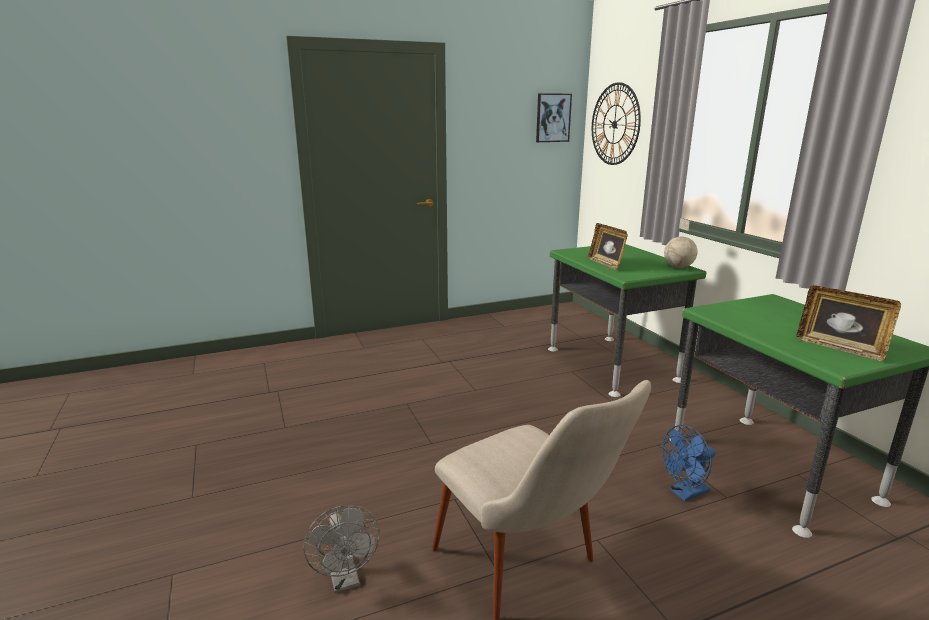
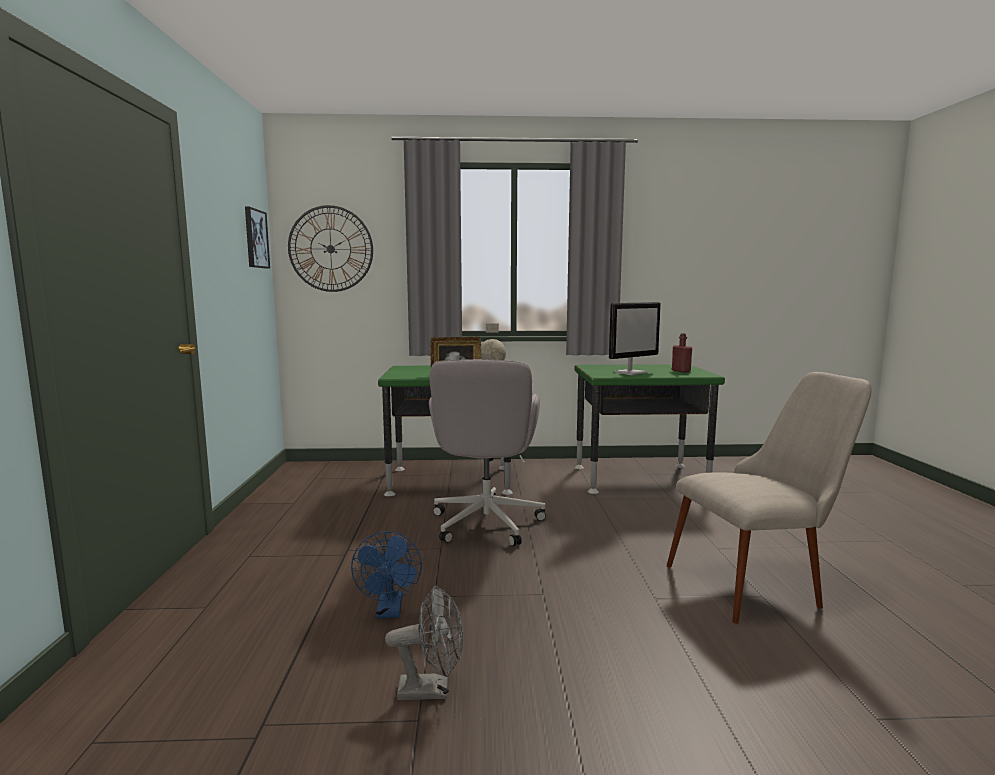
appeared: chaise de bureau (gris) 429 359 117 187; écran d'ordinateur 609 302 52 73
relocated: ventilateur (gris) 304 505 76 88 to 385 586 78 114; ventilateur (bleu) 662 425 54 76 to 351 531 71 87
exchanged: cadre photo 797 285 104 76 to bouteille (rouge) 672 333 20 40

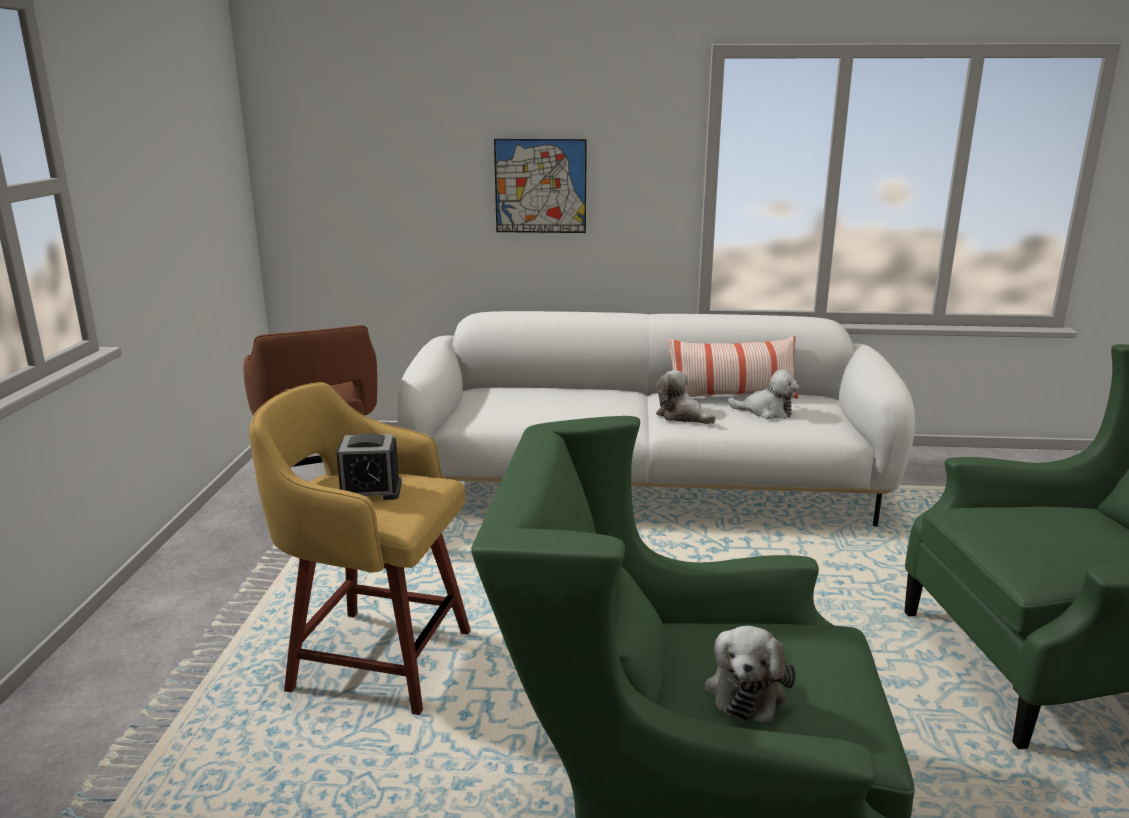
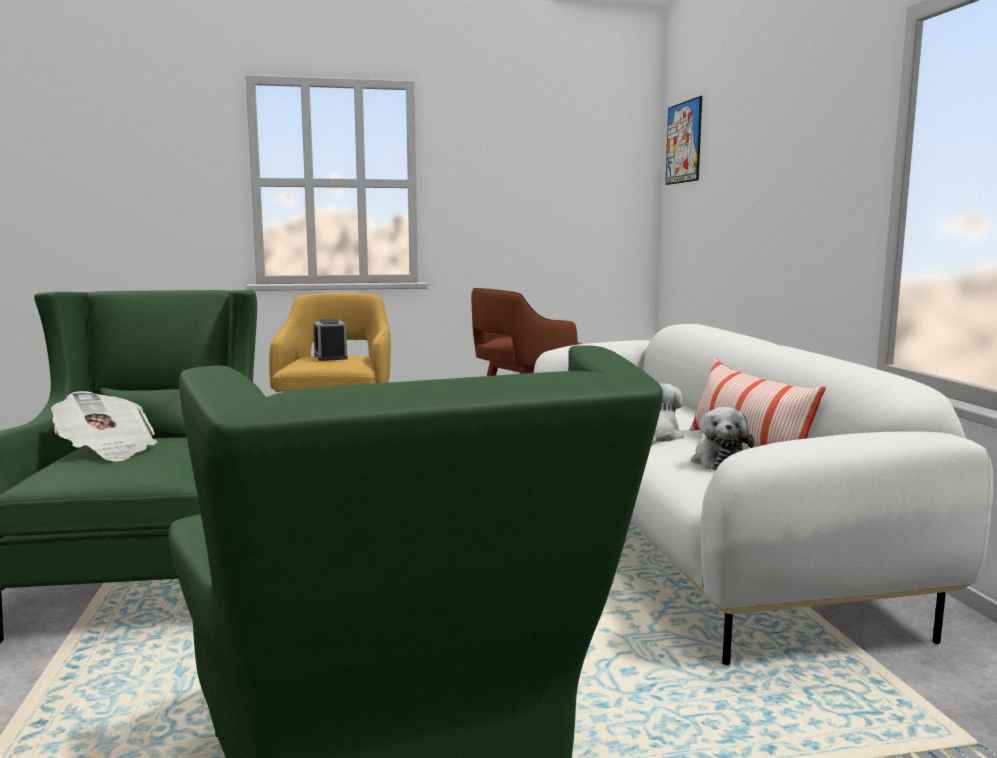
relocated: tableau 494 139 93 94 to 665 96 37 89
exchanged: peluche 705 626 91 97 to journal 51 391 106 71

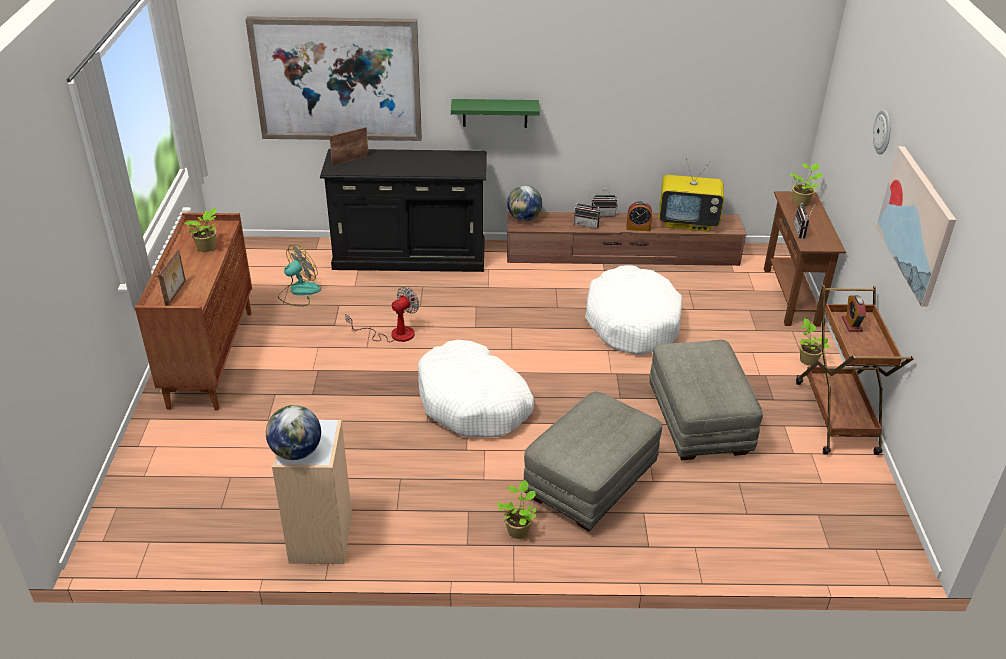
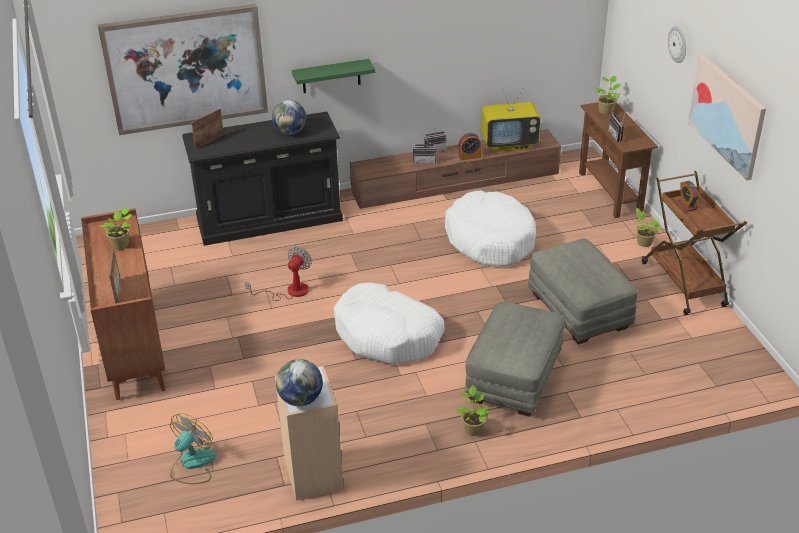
relocated: ventilateur 278 244 43 62 to 170 413 46 71; globe 507 185 35 36 to 272 100 34 35

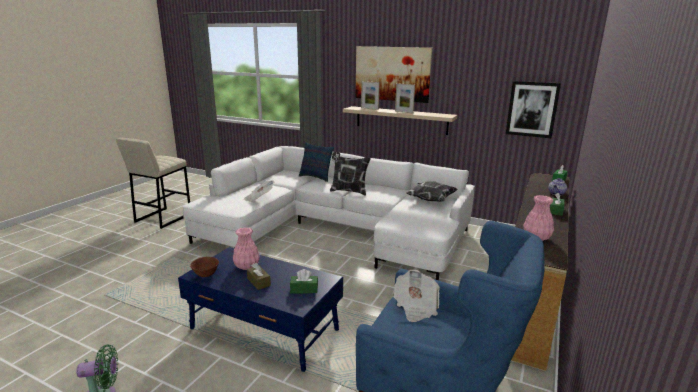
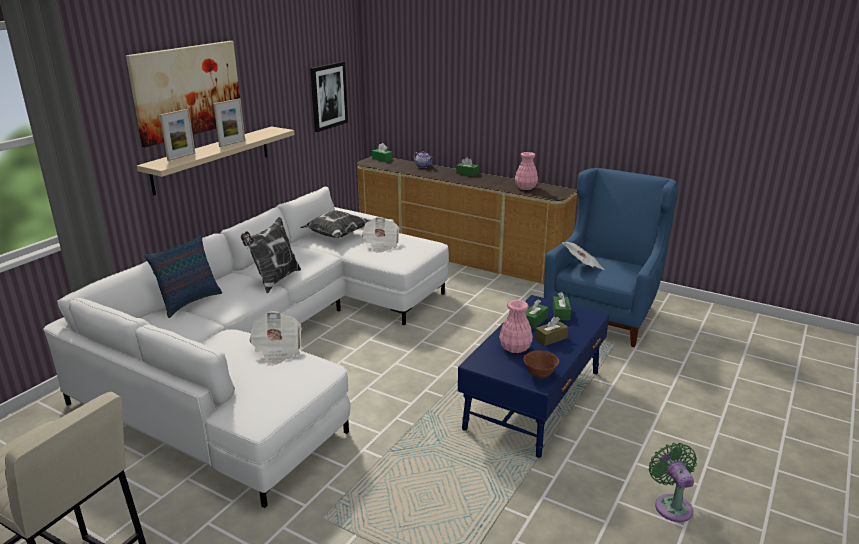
appeared: journal 362 217 38 36; boîte à mouchoirs (vert) 525 300 24 29

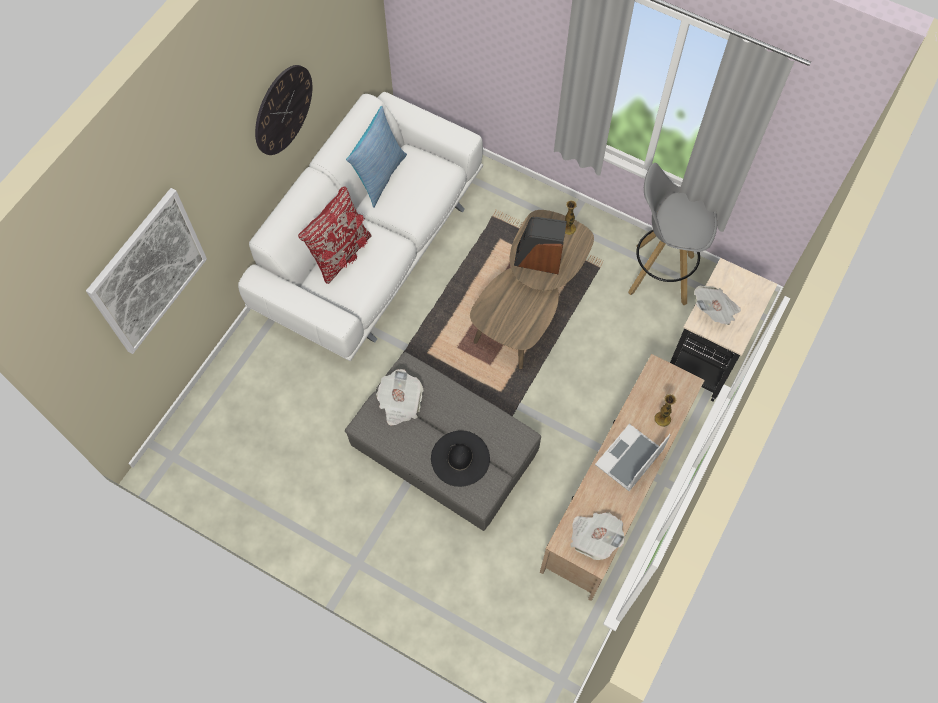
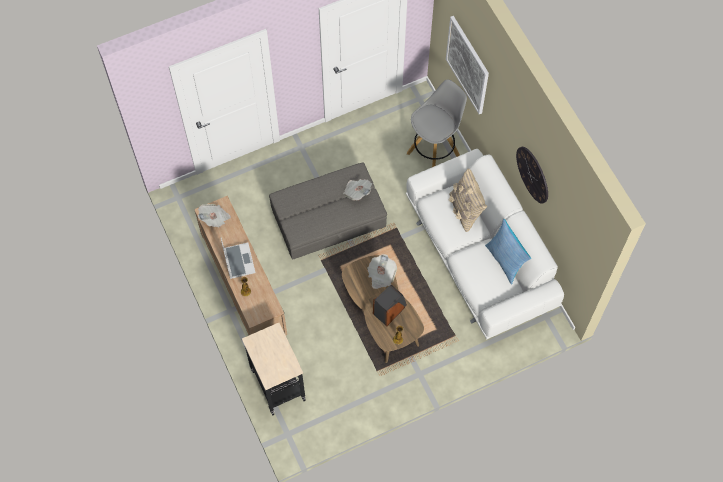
missing: chapeau (noir) 431 430 59 57
relocated: tabouret (gris) 628 163 89 142 to 407 79 60 88; journal 694 286 47 39 to 367 254 30 35
colour: coussin (rouge) 298 186 74 98 to coussin (beige) 448 168 39 64

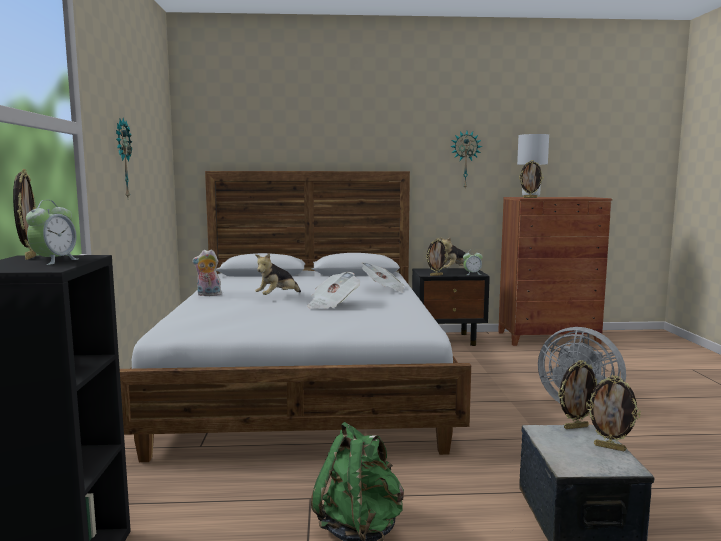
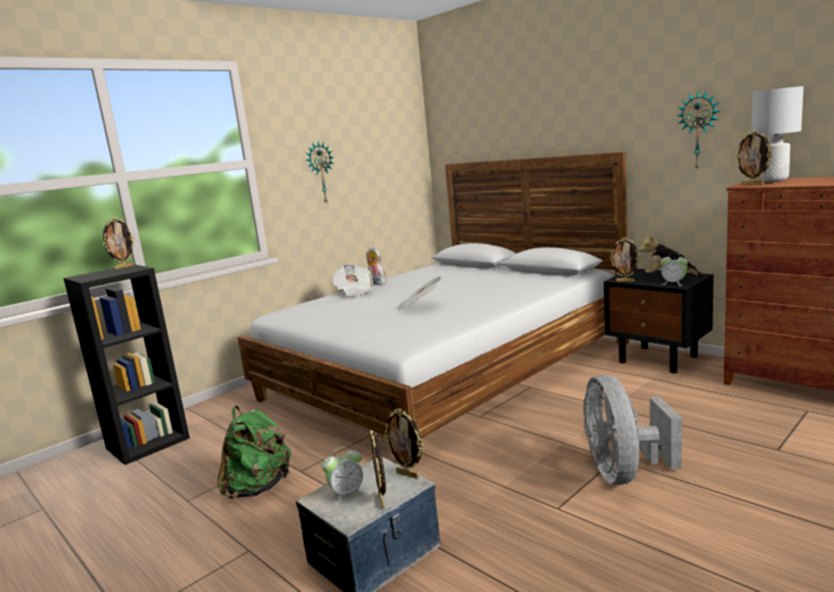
missing: peluche 255 253 46 42
relocated: réveil 26 200 52 65 to 322 447 44 58; journal 362 262 42 30 to 332 264 41 33

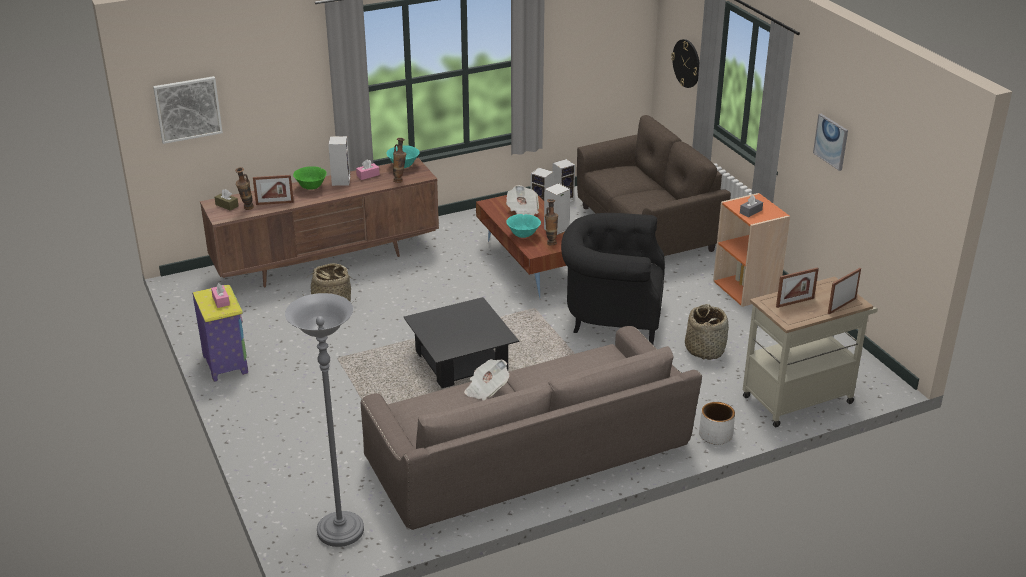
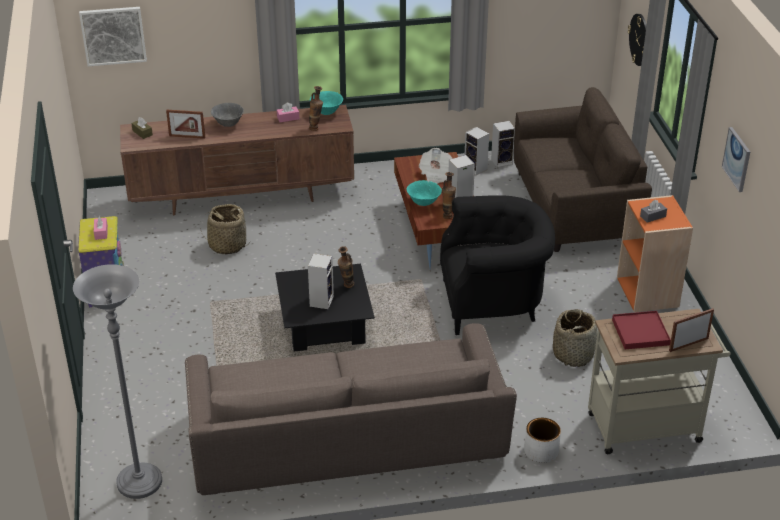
missing: journal 464 359 45 42
relocated: vase 235 167 19 43 to 338 246 16 42; enceinte 328 136 22 50 to 308 253 26 56
exchanged: cadre photo 776 267 43 41 to plateau (rouge) 612 311 59 38
colour: bol (vert) 293 166 34 24 to bol (gris) 211 103 33 24
spun: fauteuil (noir) 561 213 104 131 = 440 195 115 140 150 degrees clockwise

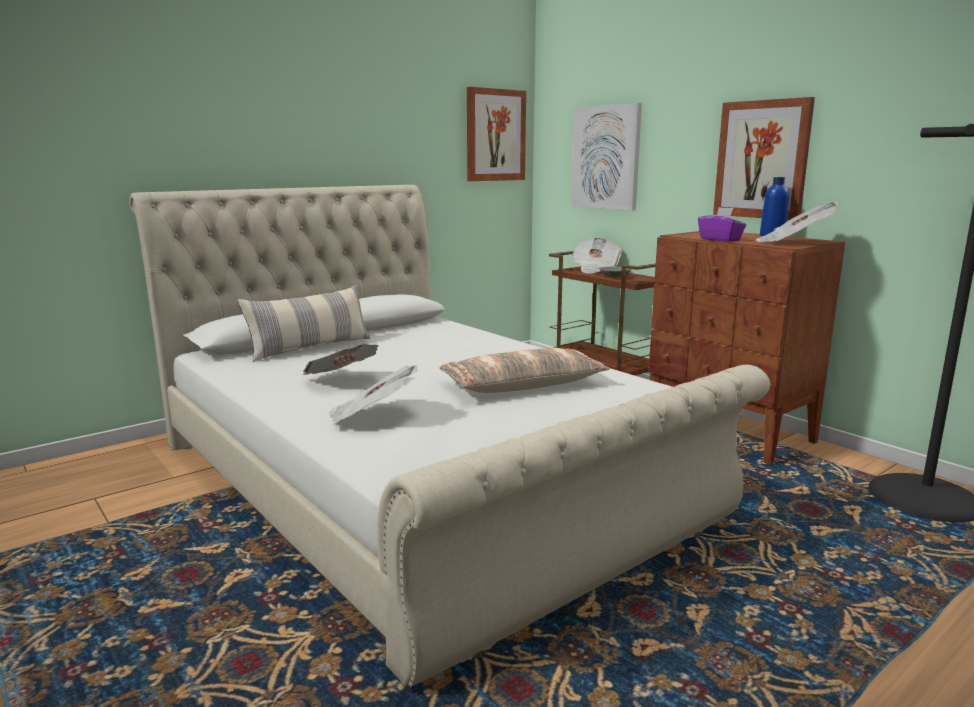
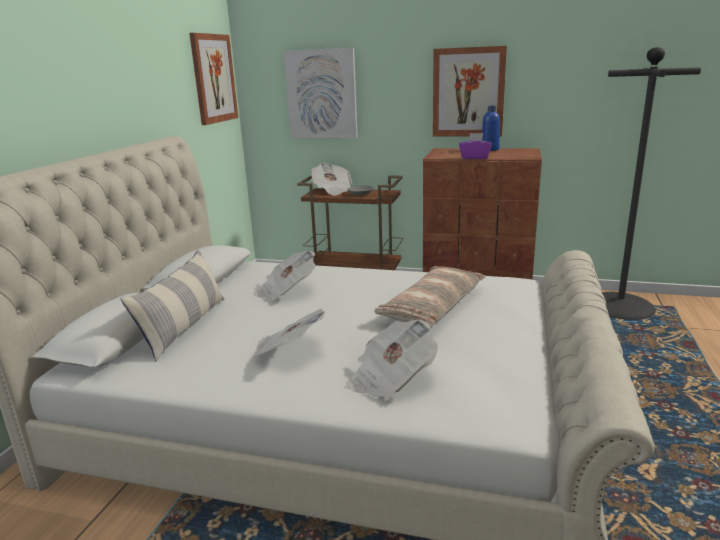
relocated: journal 756 202 84 40 to 254 251 61 49

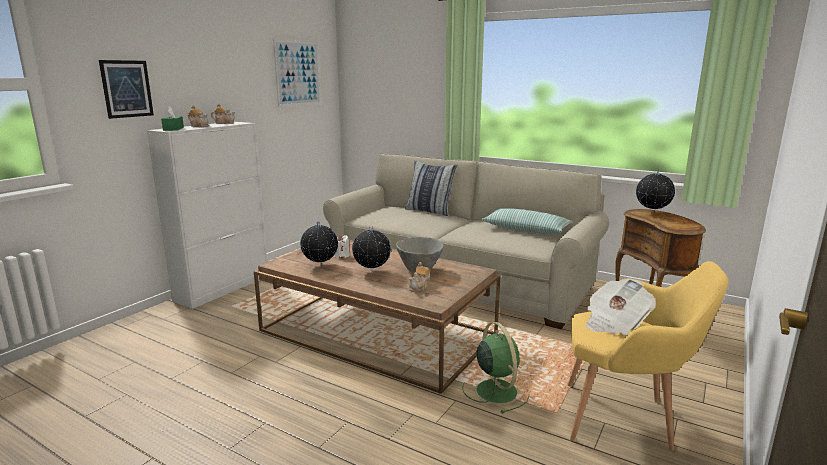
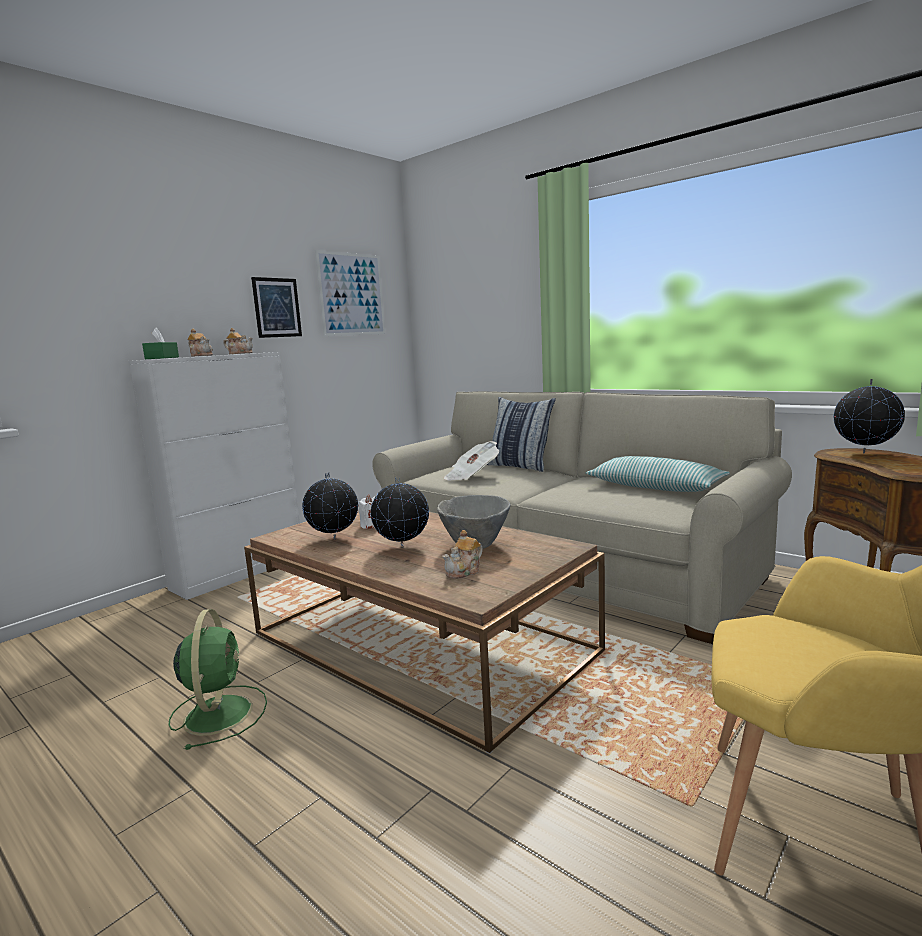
relocated: tableau 99 60 55 59 to 251 277 51 61; ventilateur (vert) 462 322 67 92 to 169 609 98 141; journal 586 279 70 56 to 444 441 55 39

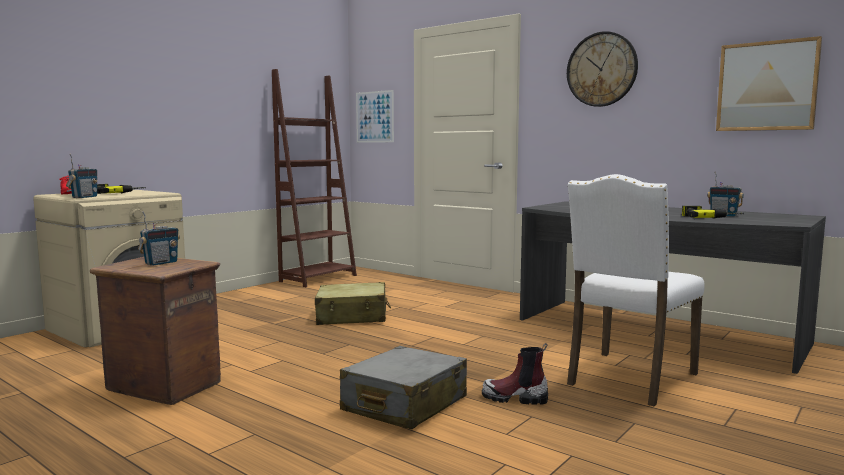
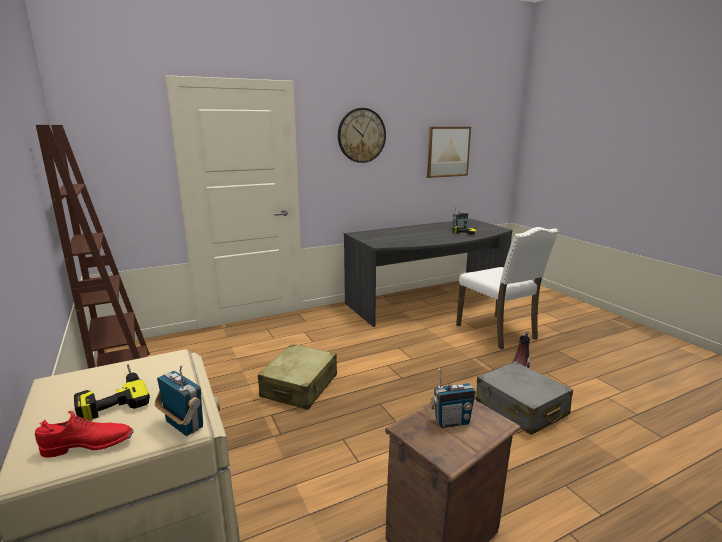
missing: tableau 356 90 38 53
spun: radio 138 211 42 55 = 430 369 47 59 105 degrees clockwise

